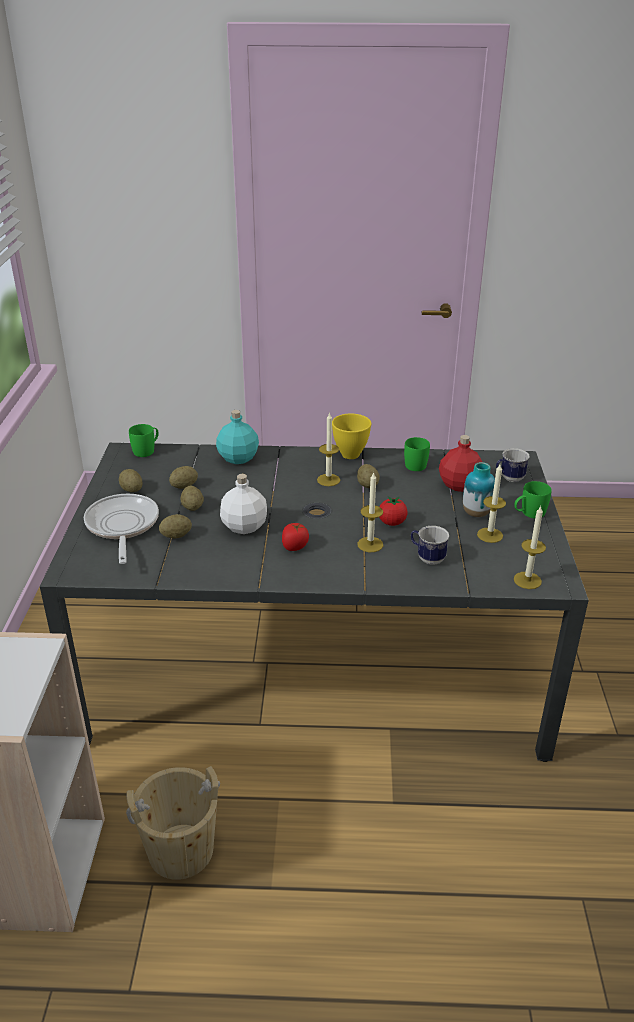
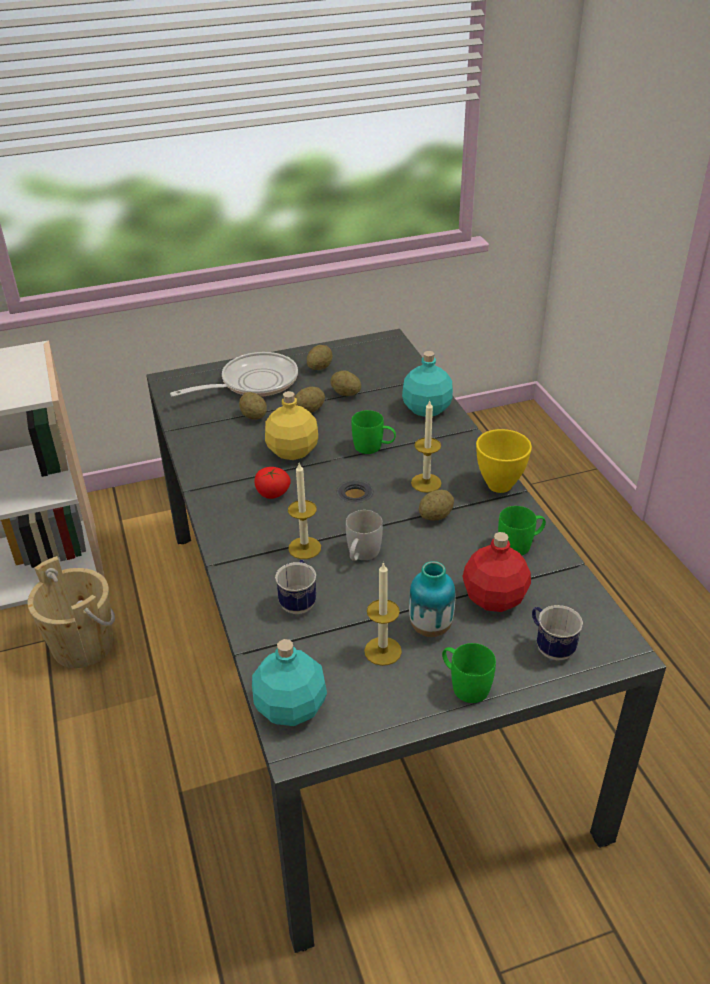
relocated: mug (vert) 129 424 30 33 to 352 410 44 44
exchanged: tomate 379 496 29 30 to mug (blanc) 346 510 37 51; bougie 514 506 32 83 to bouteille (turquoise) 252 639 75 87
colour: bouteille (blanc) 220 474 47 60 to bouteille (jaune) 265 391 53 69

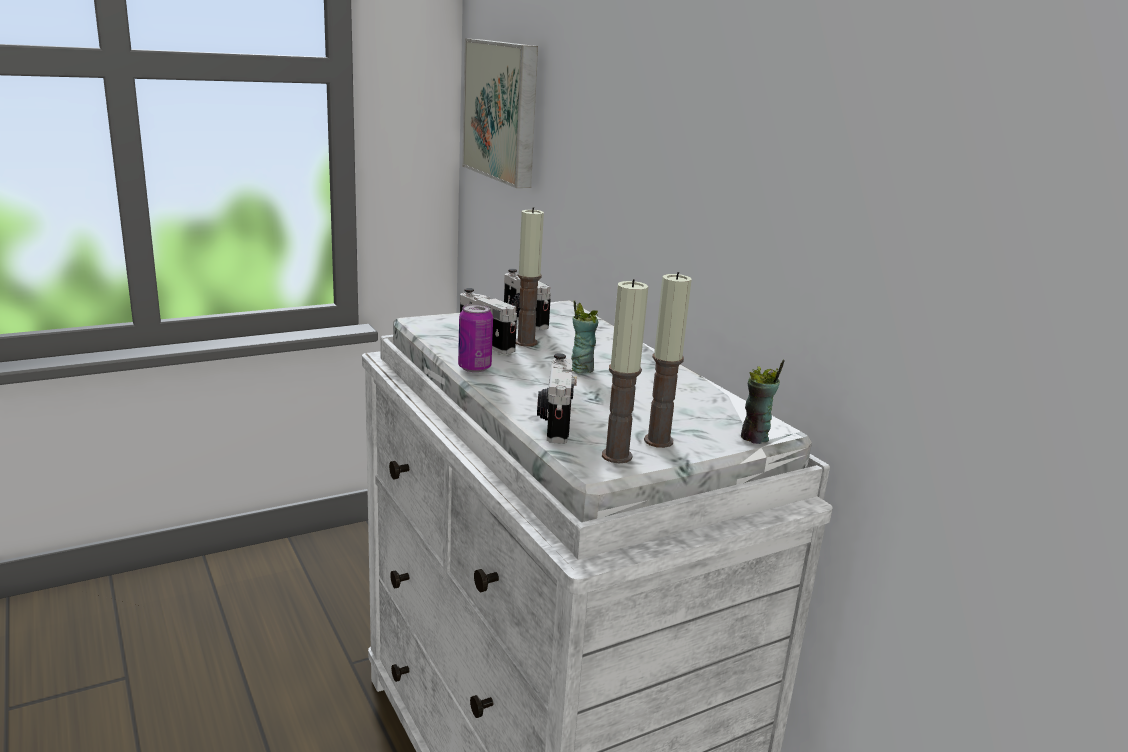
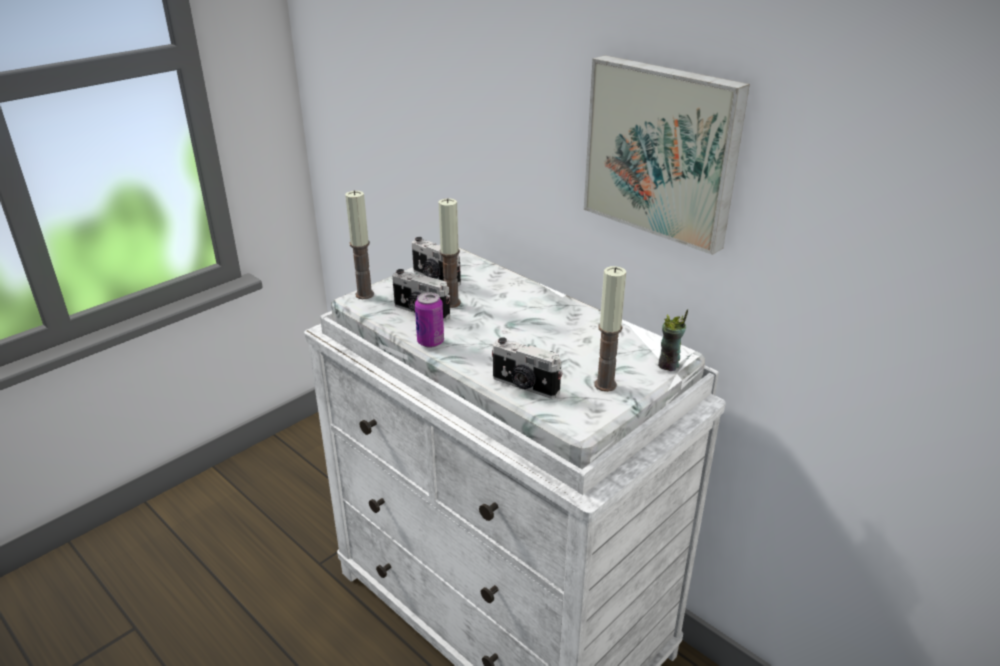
missing: tasse 571 300 27 73
relocated: tableau 462 39 76 149 to 584 55 166 200; bougie 602 279 47 184 to 345 190 29 109
spun: appareil photo 537 353 40 91 = 492 337 70 62 45 degrees counterclockwise

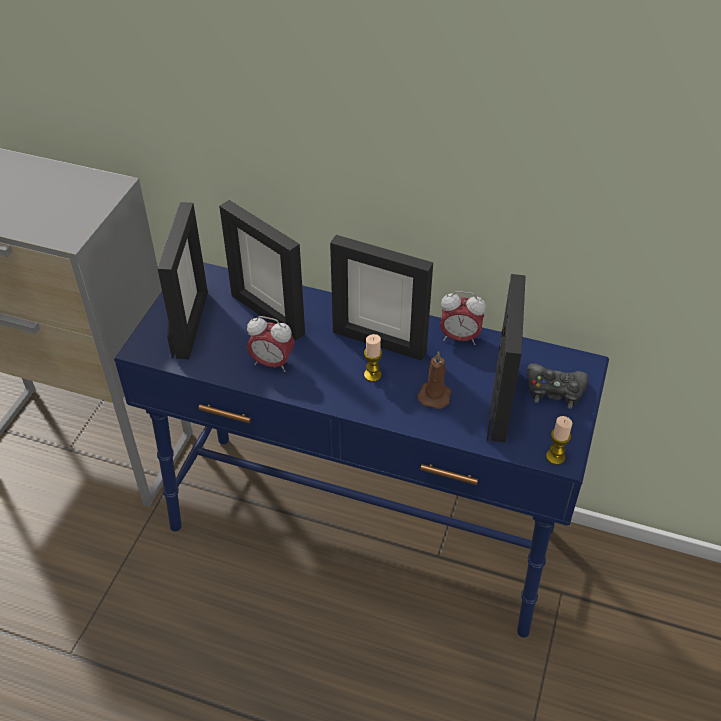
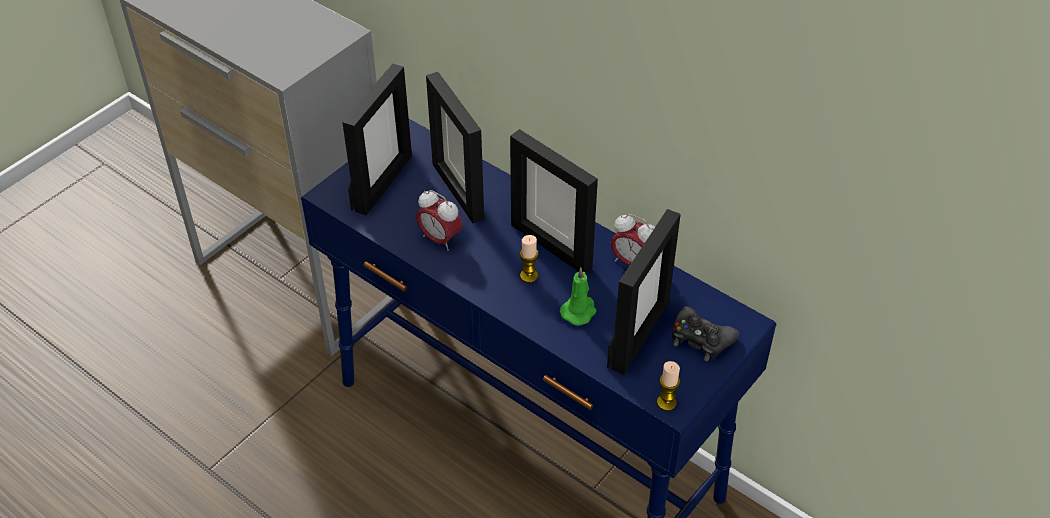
colour: bougie (marron) 417 351 34 58 to bougie (vert) 560 267 37 59

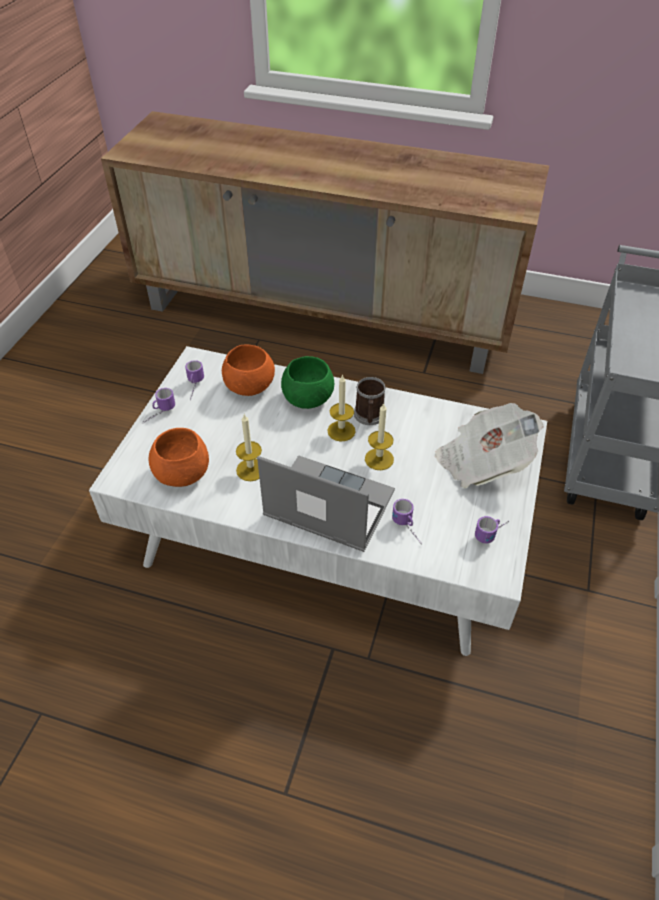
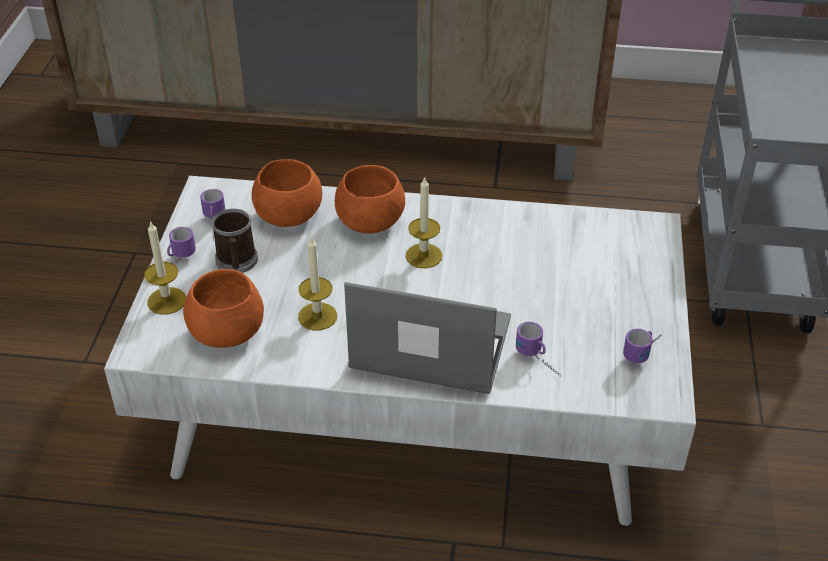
missing: journal 435 403 109 85
relocated: mug 354 377 32 48 to 211 209 47 64; bougie 365 403 29 67 to 144 220 42 95
colour: bol (vert) 281 356 53 53 to bol (orange) 335 165 70 69

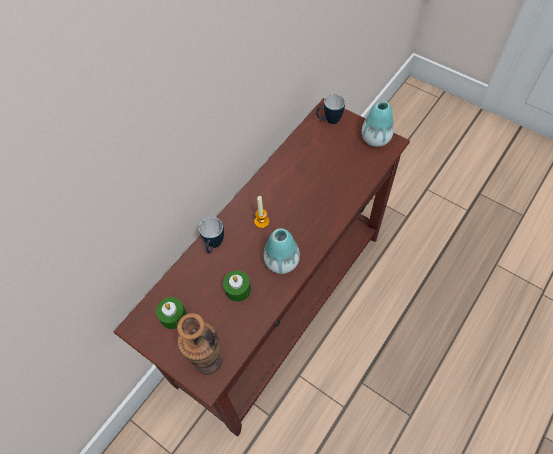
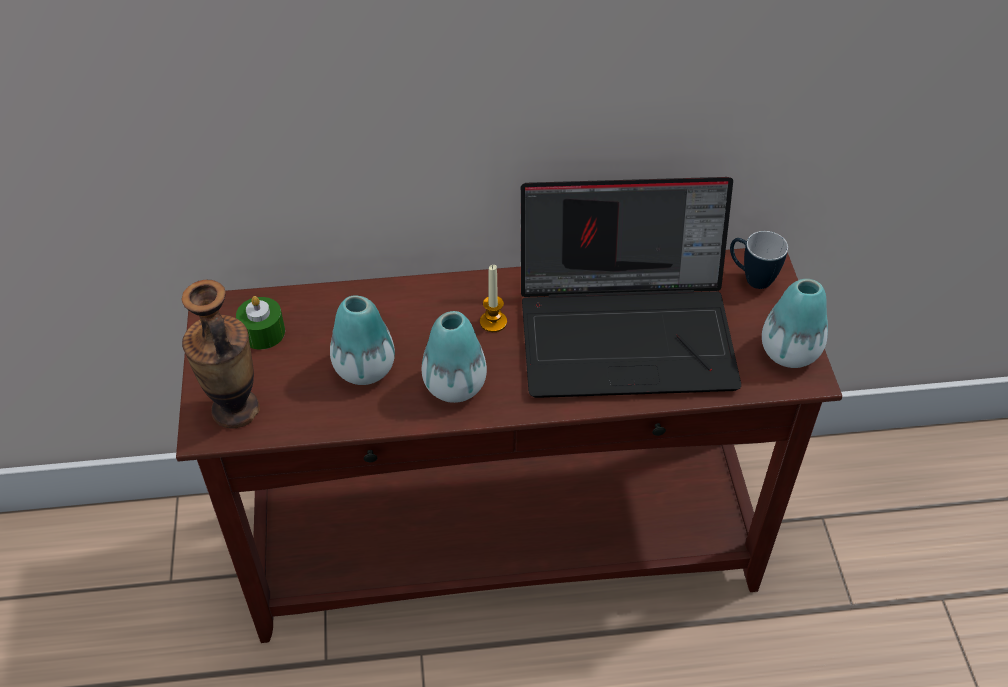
missing: mug 199 217 25 37
appeared: ordinateur portable 521 177 220 221
exchanged: bougie (vert) 223 271 28 31 to vase 330 295 65 90

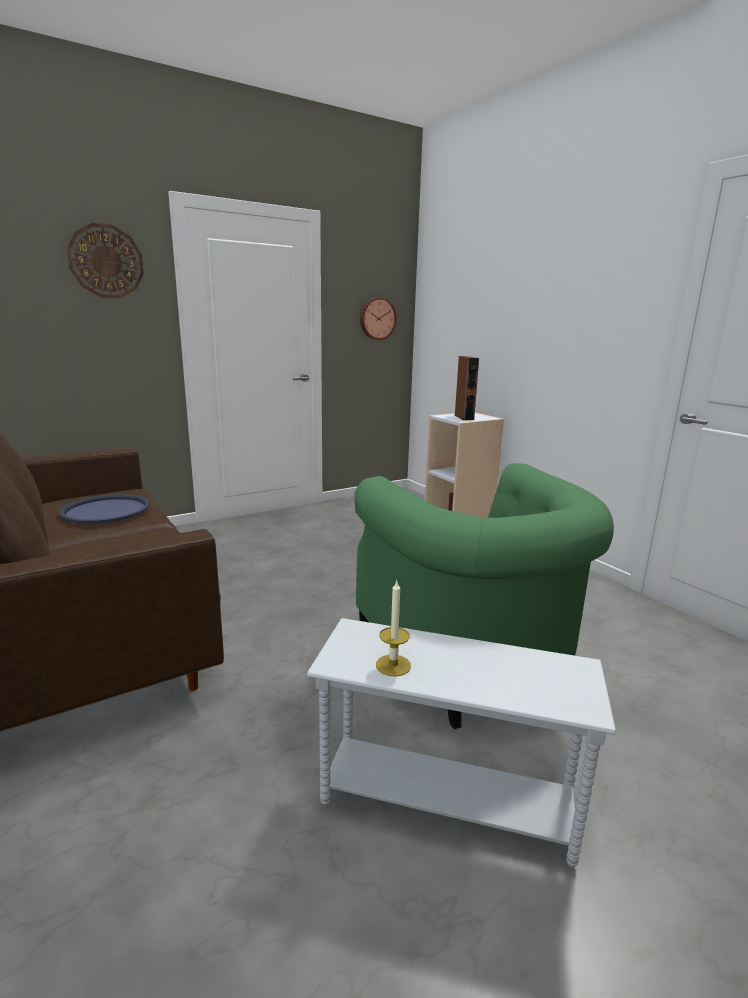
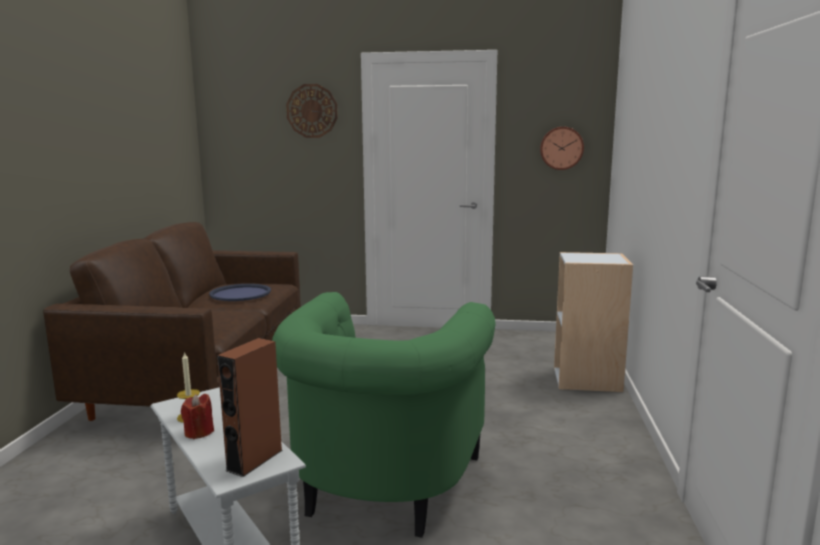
appeared: bougie (rouge) 181 394 33 45
relocated: enceinte (marron) 455 356 24 64 to 217 338 66 139

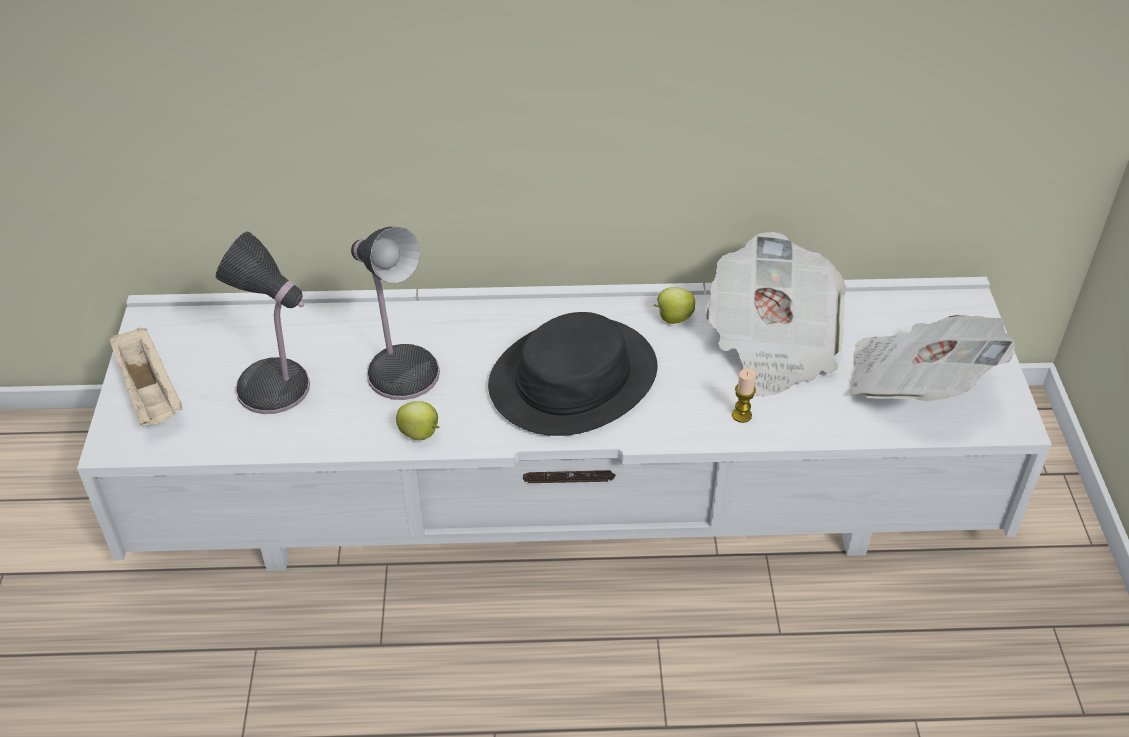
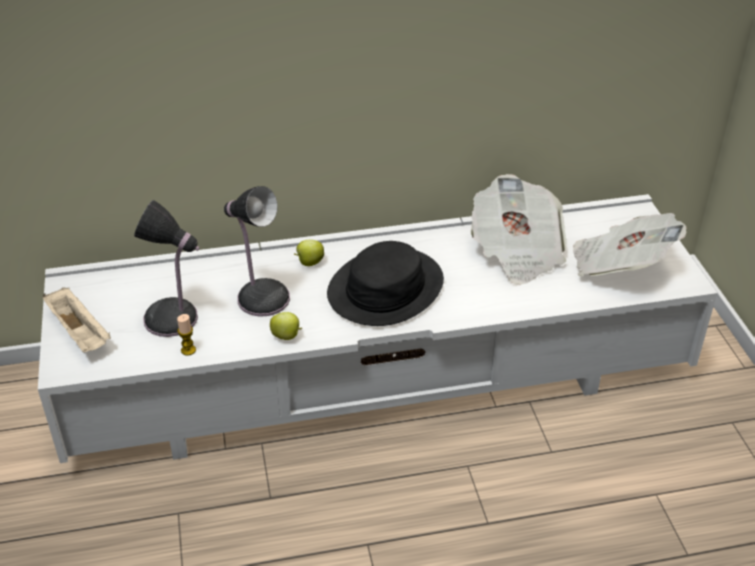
relocated: pomme 653 287 42 37 to 294 240 30 26; bougie 732 368 24 55 to 177 314 19 42

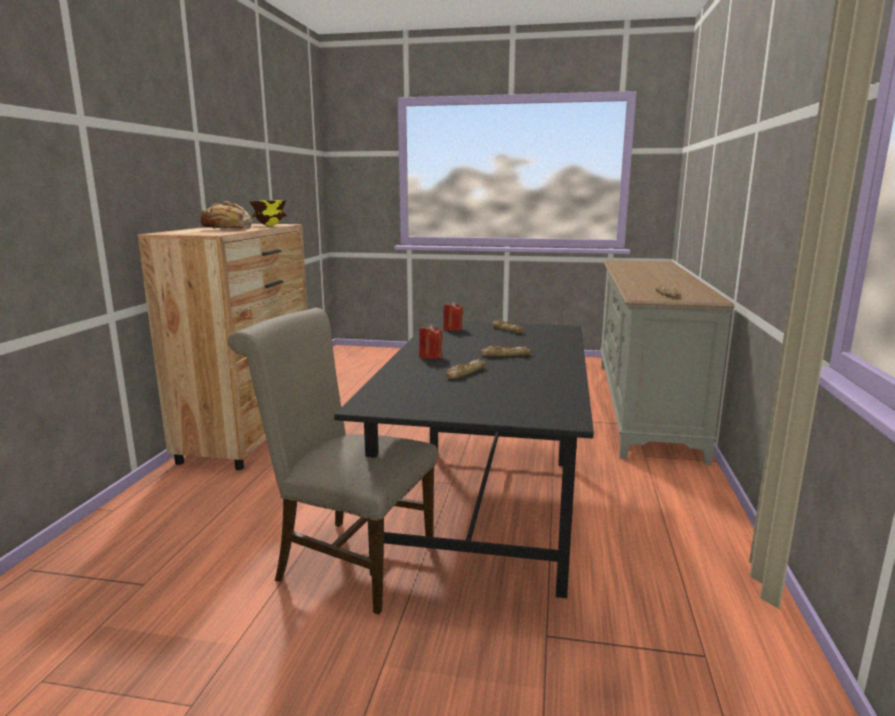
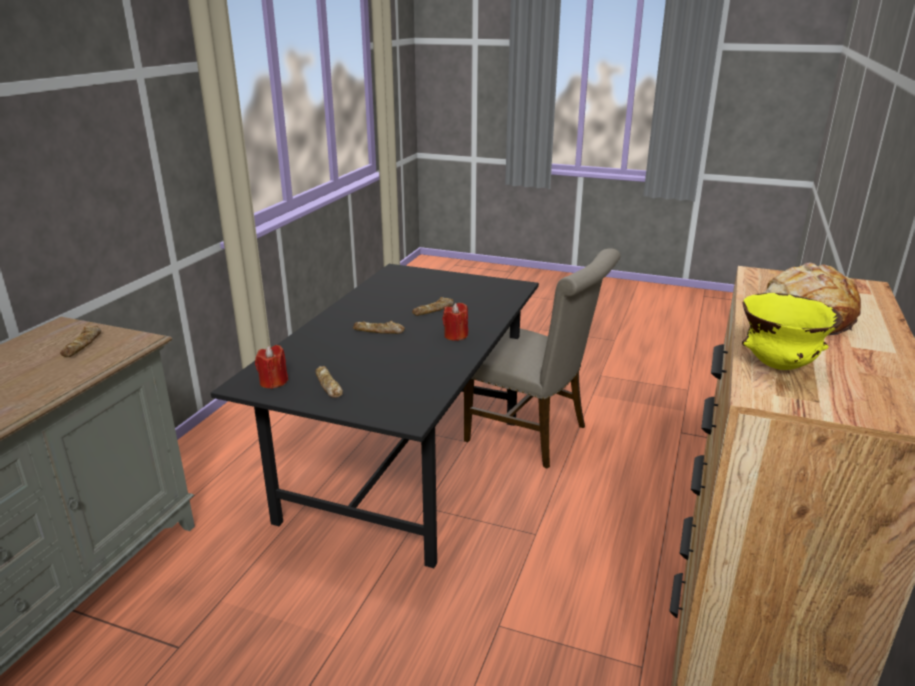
relocated: bougie (rouge) 443 301 20 30 to 255 345 33 44

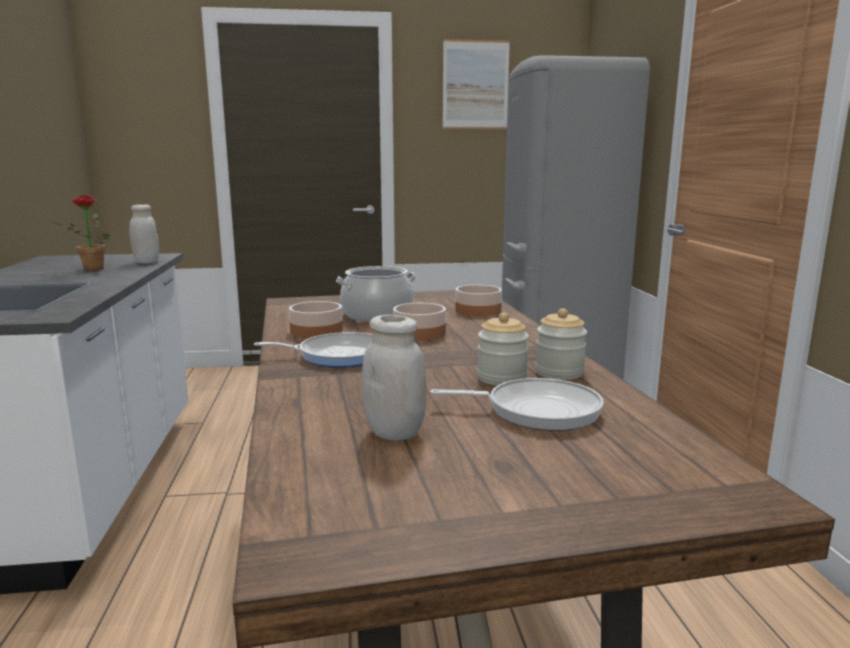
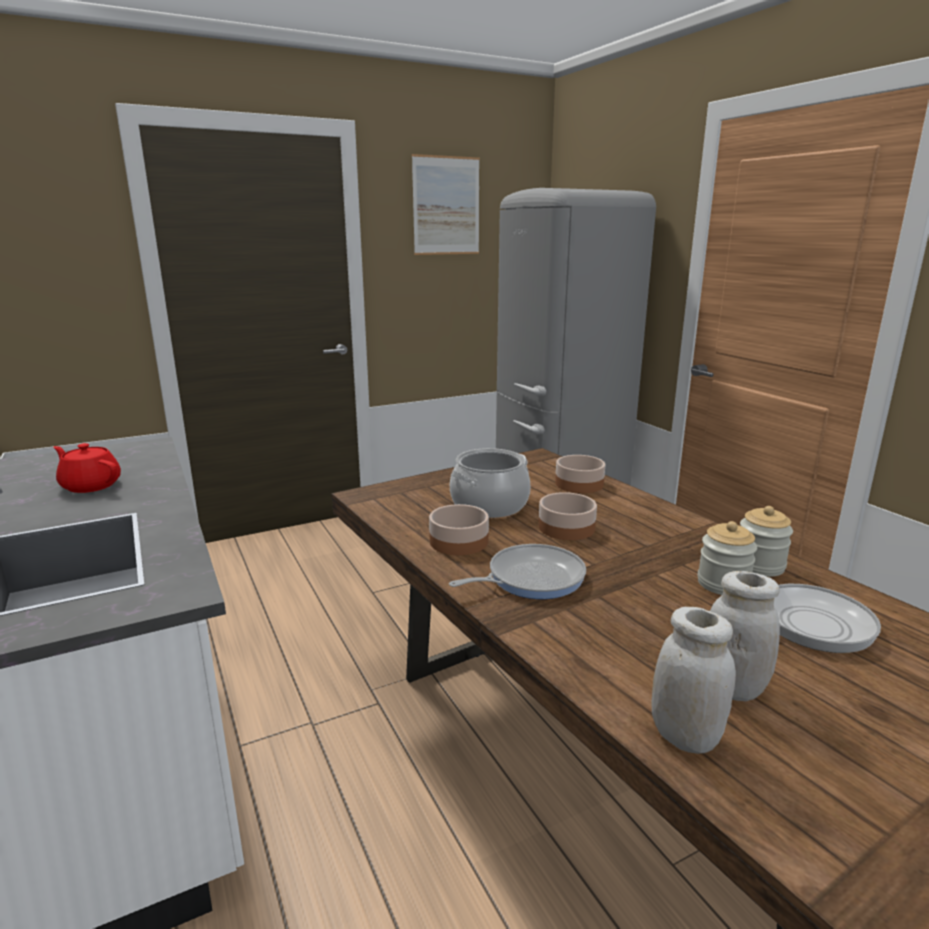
relocated: bocal (blanc) 129 204 30 60 to 652 607 84 147
exchanged: plante en pot 52 195 58 76 to théière (rouge) 54 443 67 50

